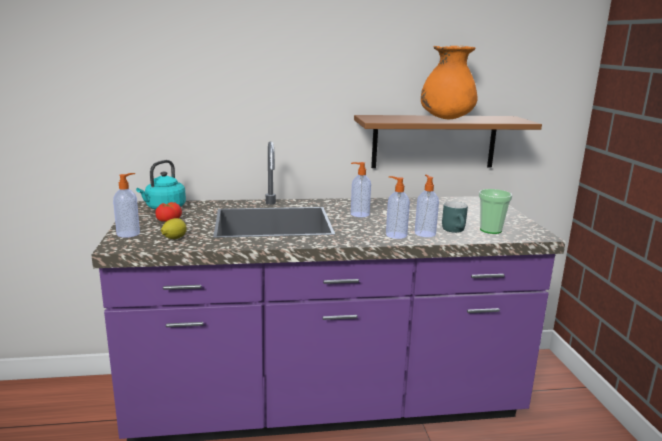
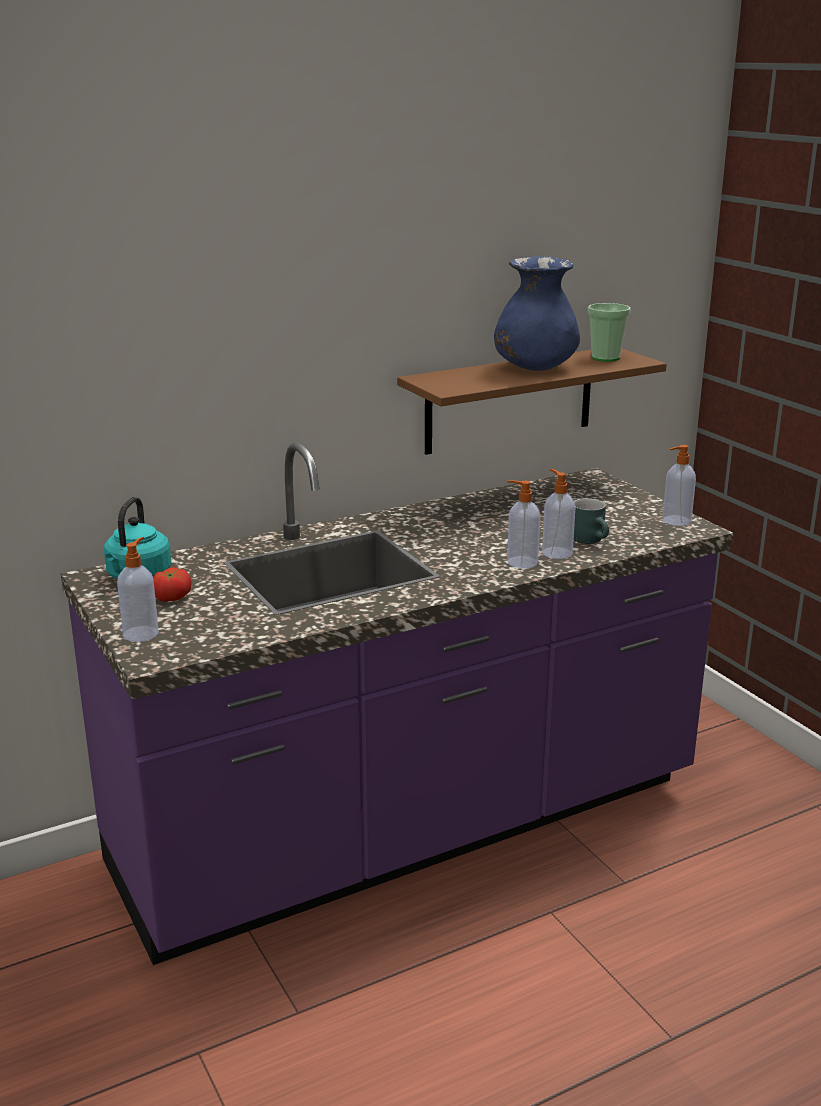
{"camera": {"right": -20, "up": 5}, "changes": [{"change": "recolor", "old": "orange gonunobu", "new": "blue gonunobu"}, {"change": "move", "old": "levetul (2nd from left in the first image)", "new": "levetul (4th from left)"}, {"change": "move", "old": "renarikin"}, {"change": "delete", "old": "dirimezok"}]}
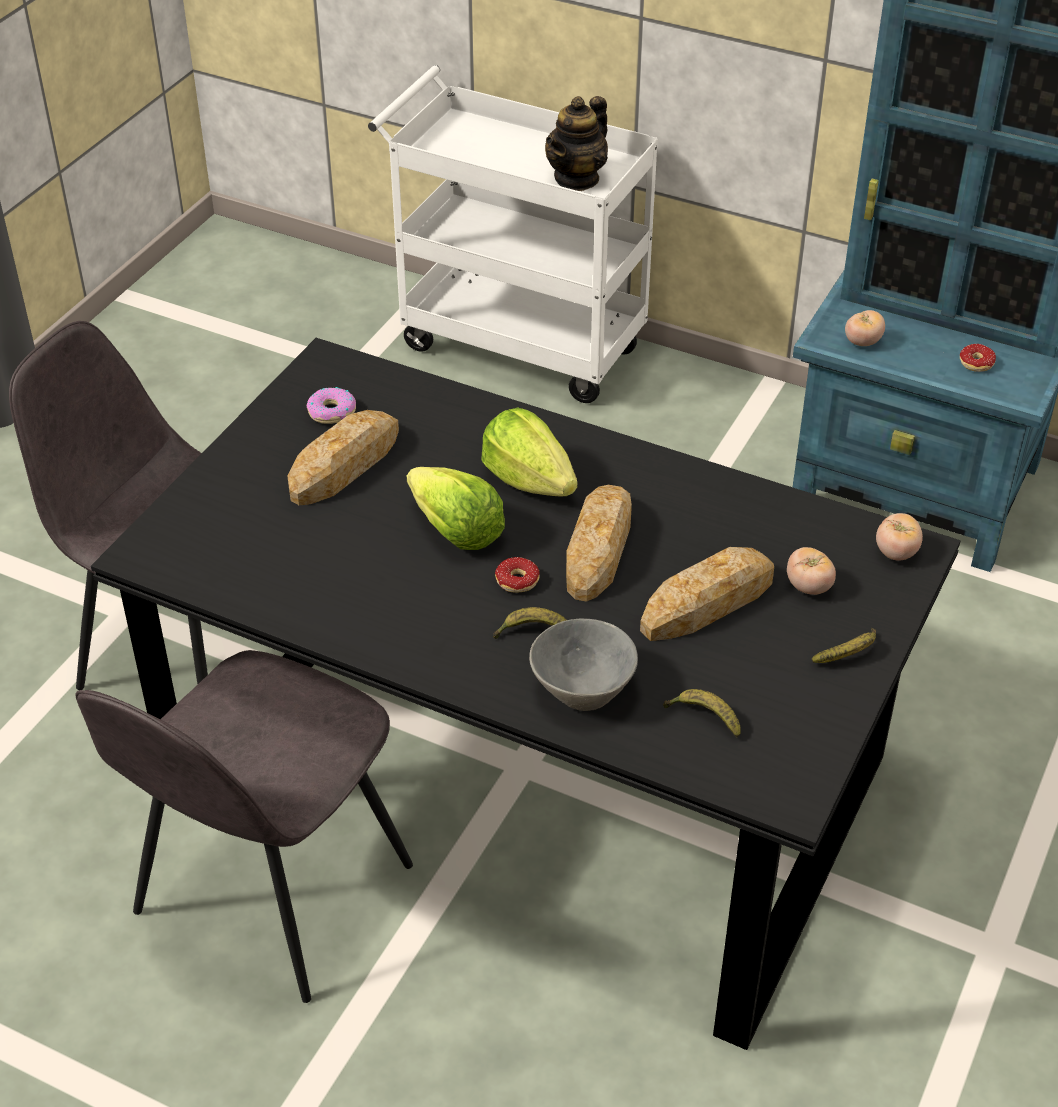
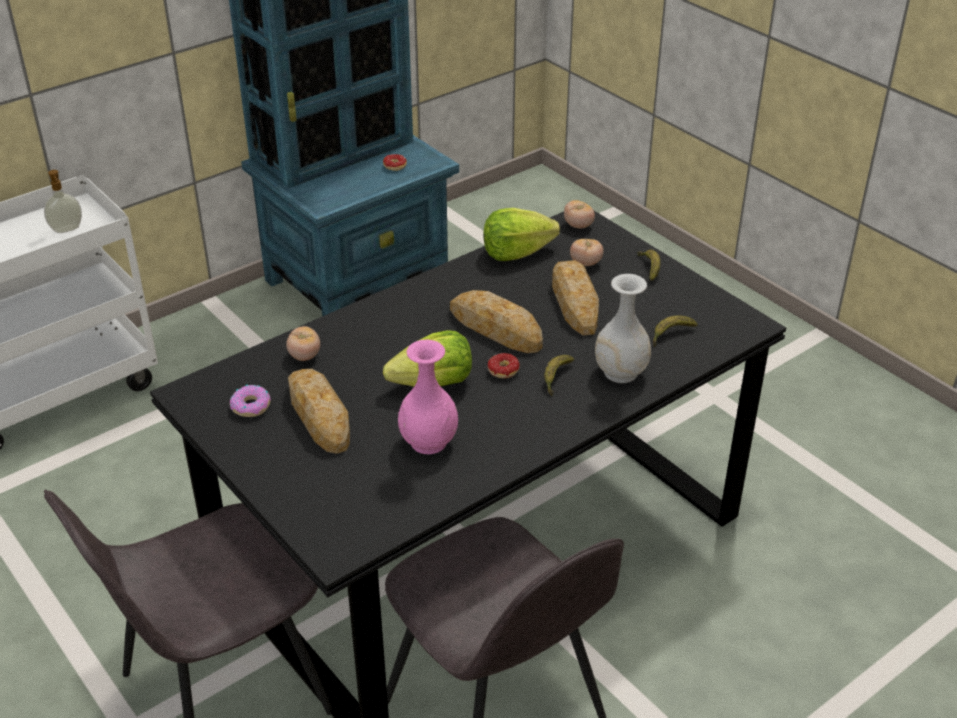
{"camera": {"right": -65, "up": -5}, "changes": [{"change": "replace", "old": "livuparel", "new": "levetul"}, {"change": "move", "old": "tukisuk (2nd from left in the first image)", "new": "tukisuk (1st from left)"}, {"change": "move", "old": "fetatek (2nd from left)"}, {"change": "replace", "old": "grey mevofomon", "new": "white gonunobu"}, {"change": "insert", "new": "pink gonunobu"}]}
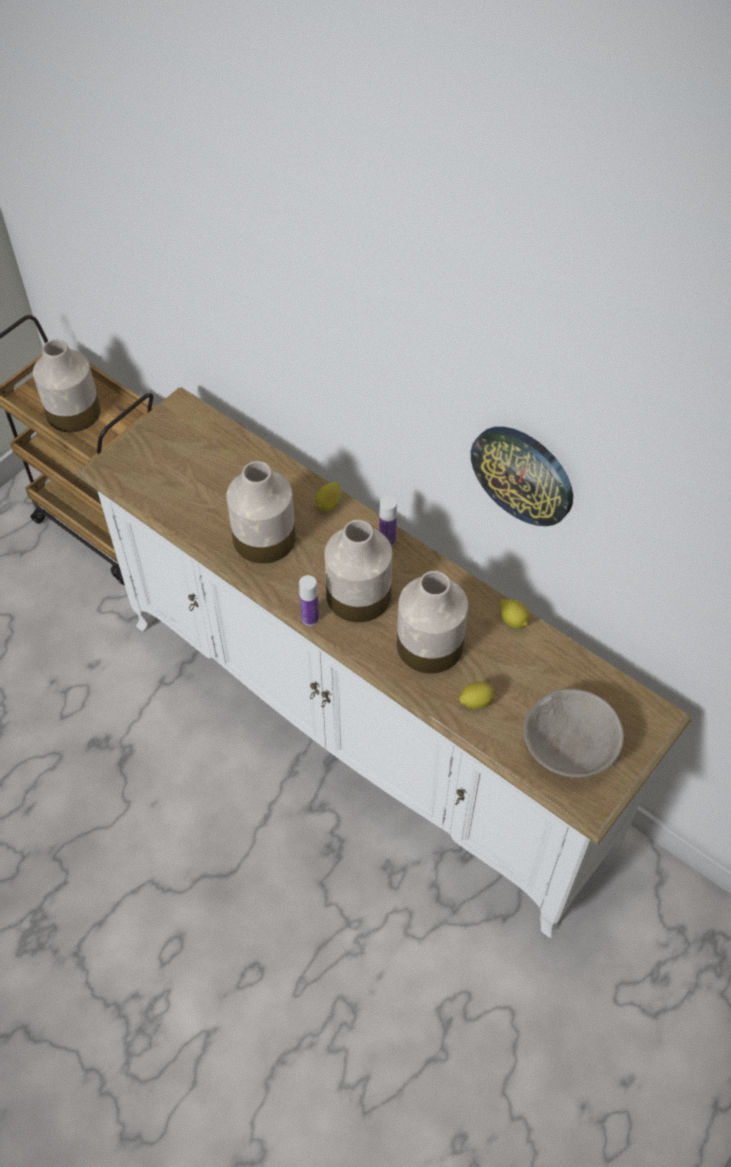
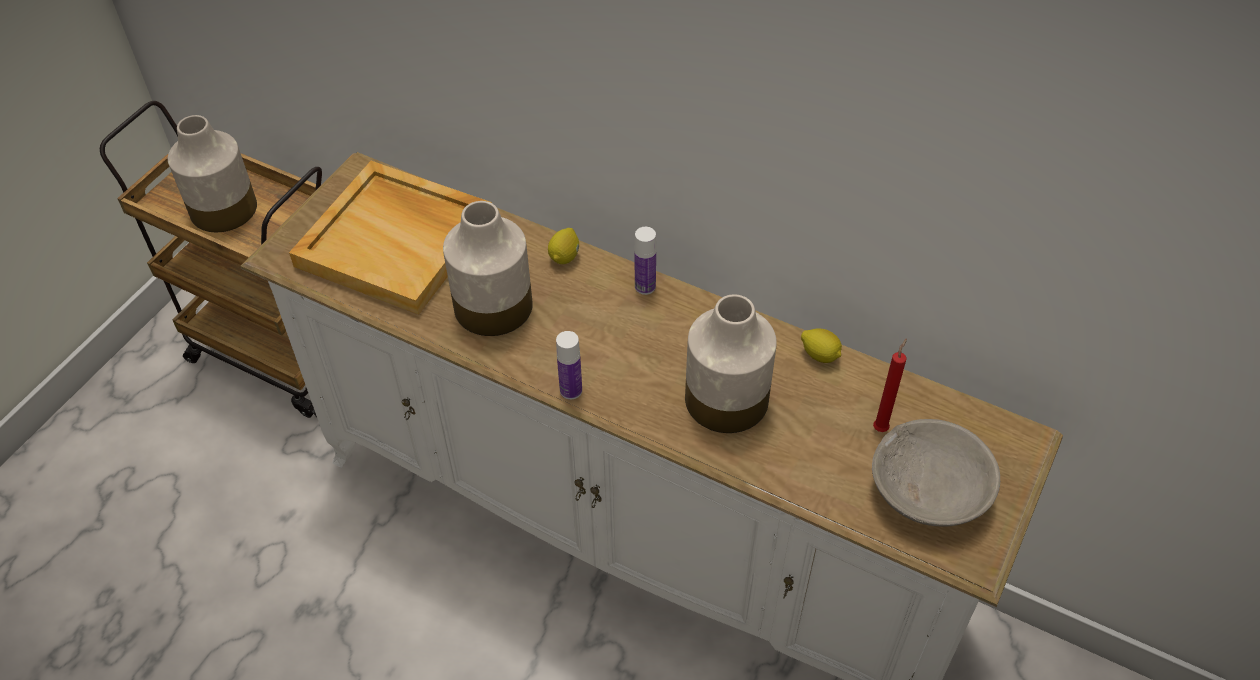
{"camera": {"right": -10, "up": -5}, "changes": [{"change": "delete", "old": "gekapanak"}, {"change": "delete", "old": "beige gonunobu (3rd from left)"}, {"change": "delete", "old": "dirimezok (2nd from left)"}, {"change": "insert", "new": "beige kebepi"}, {"change": "insert", "new": "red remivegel"}]}
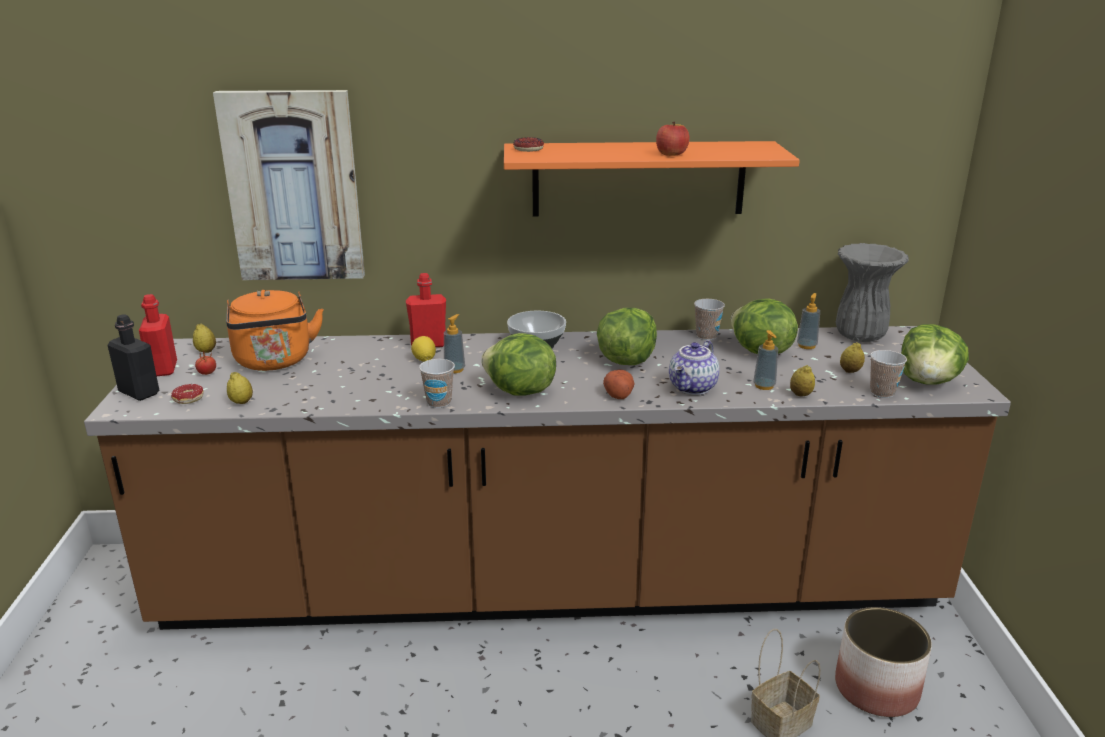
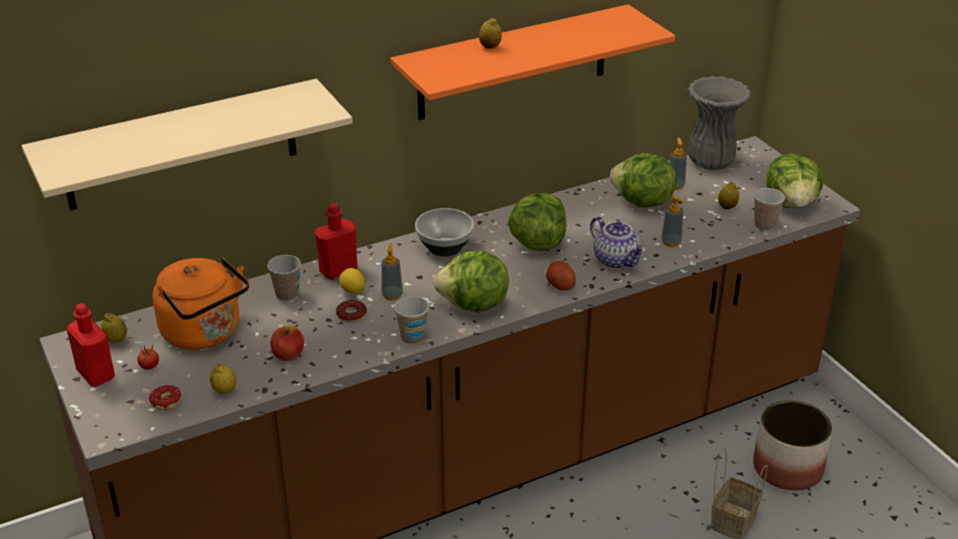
{"camera": {"right": -25, "up": 10}, "changes": [{"change": "replace", "old": "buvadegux", "new": "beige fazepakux"}, {"change": "move", "old": "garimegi"}, {"change": "move", "old": "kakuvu (2nd from left)"}, {"change": "move", "old": "renarikin (2nd from left in the first image)", "new": "renarikin (1st from left)"}, {"change": "delete", "old": "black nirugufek"}, {"change": "rotate", "old": "livuparel", "degrees": -45}, {"change": "move", "old": "dirimezok (4th from left)"}]}
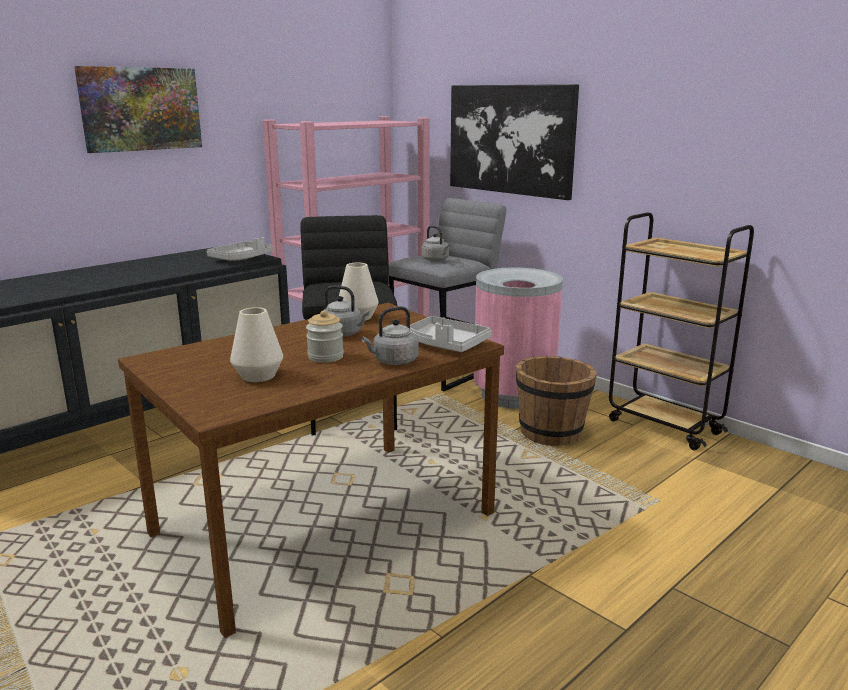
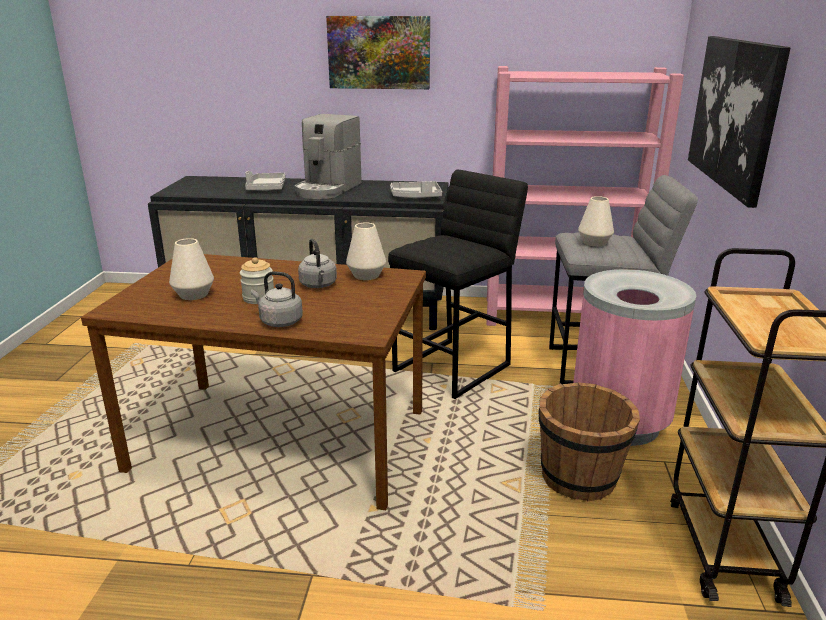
{"camera": {"right": 50, "up": 5}, "changes": [{"change": "replace", "old": "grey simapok (3rd from left)", "new": "white gonunobu (3rd from left)"}, {"change": "move", "old": "grey kebepi (2nd from left in the first image)", "new": "grey kebepi (1st from left)"}, {"change": "insert", "new": "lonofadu"}]}
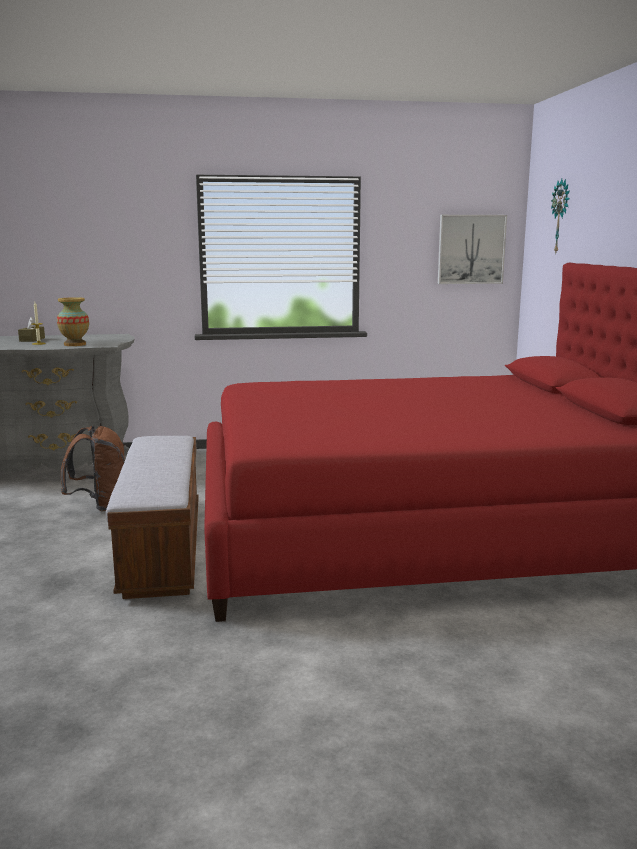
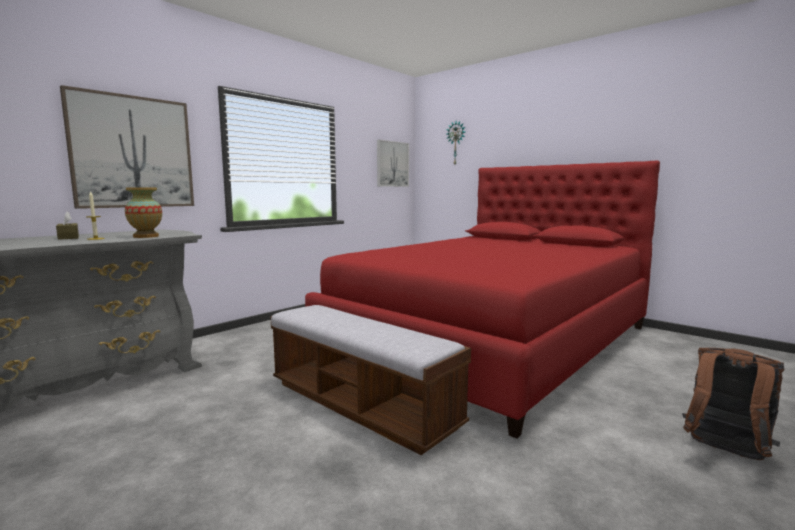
{"camera": {"right": -40, "up": -5}, "changes": [{"change": "move", "old": "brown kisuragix"}, {"change": "insert", "new": "buvadegux (1st from left)"}]}
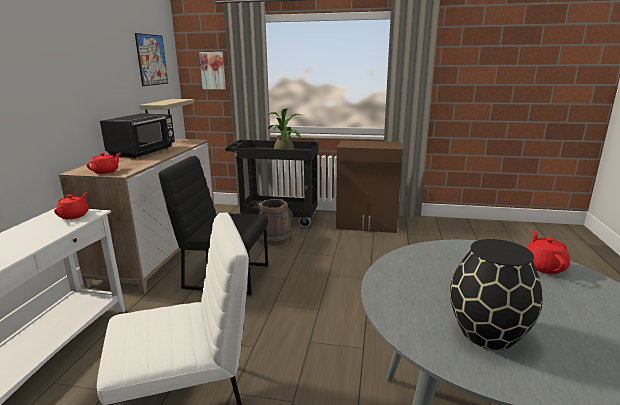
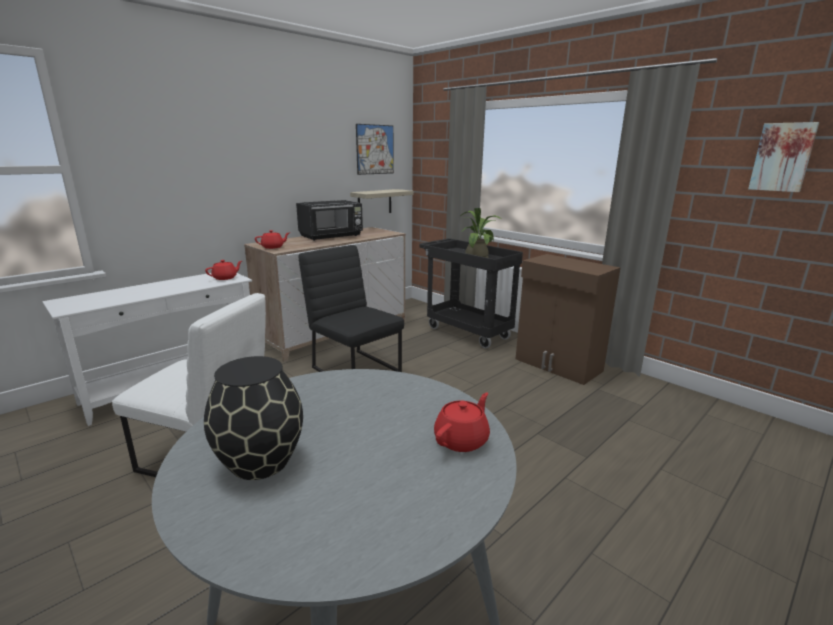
{"camera": {"right": 35, "up": 0}, "changes": [{"change": "move", "old": "buvadegux (2nd from left)"}, {"change": "delete", "old": "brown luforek"}]}
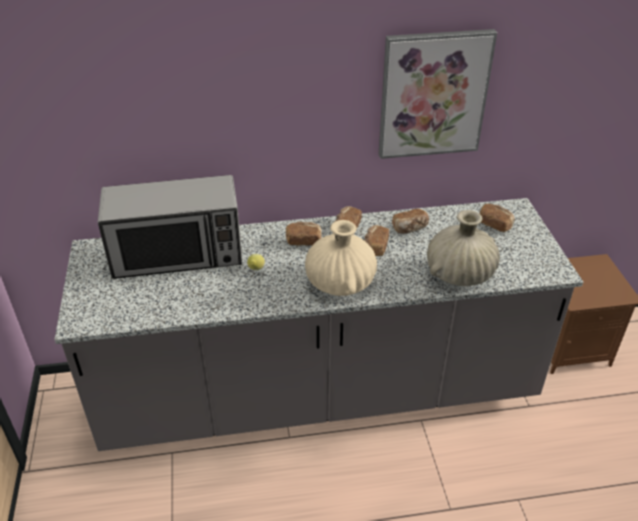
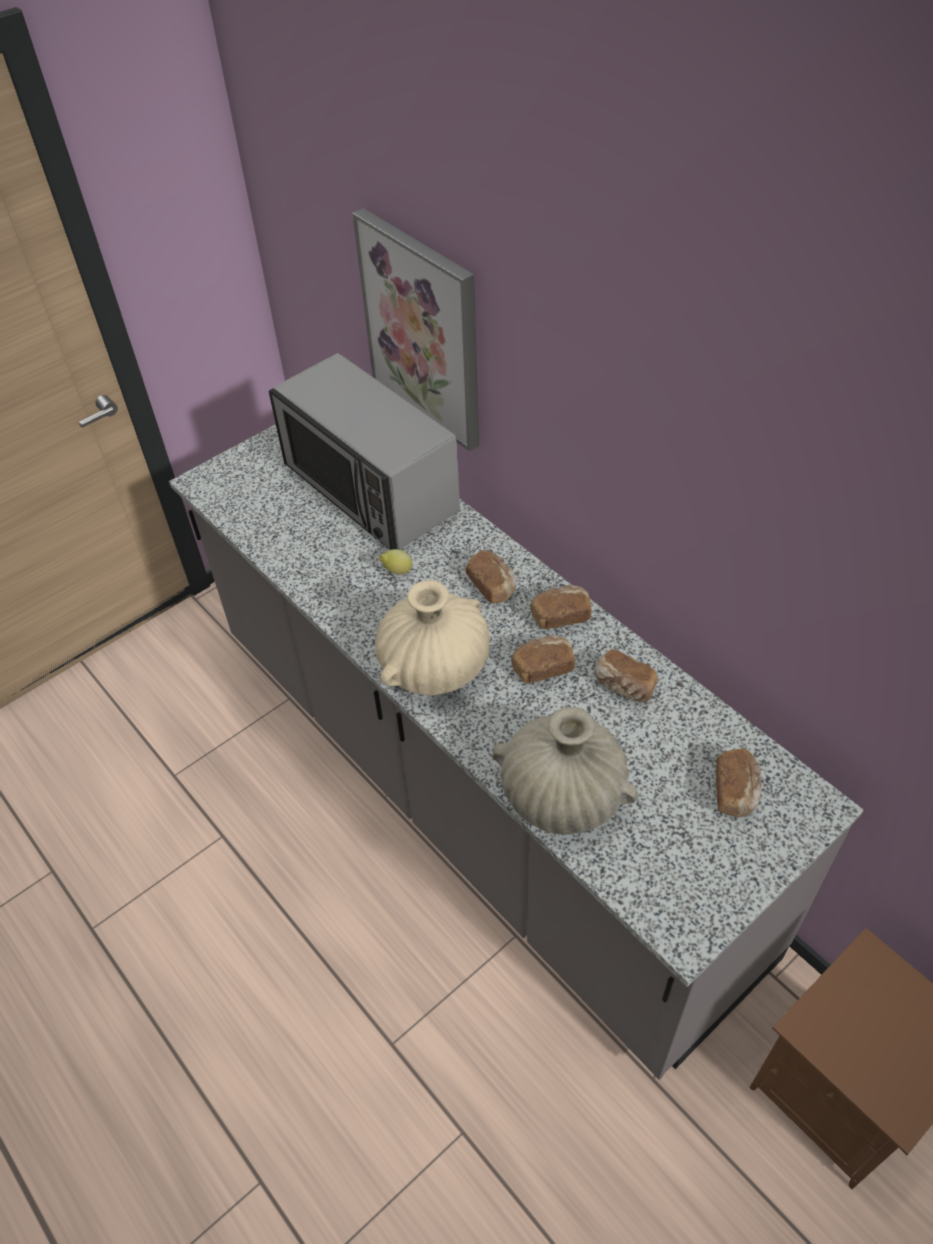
{"camera": {"right": 60, "up": 10}, "changes": [{"change": "move", "old": "buvadegux"}]}
